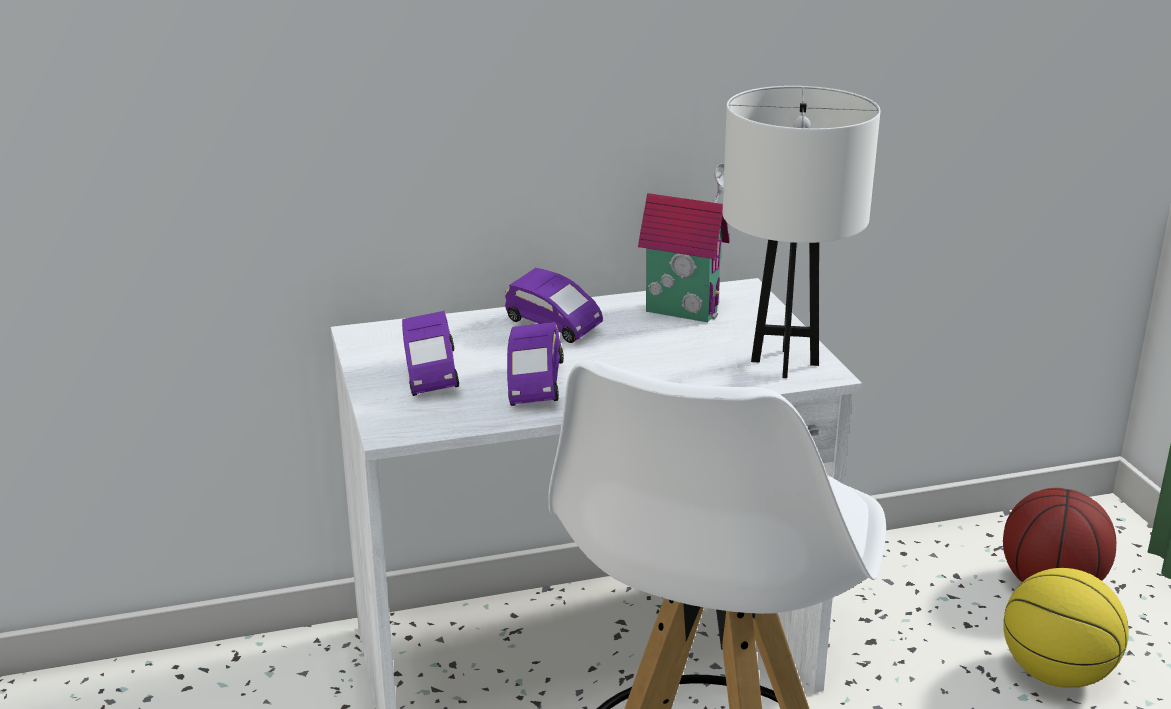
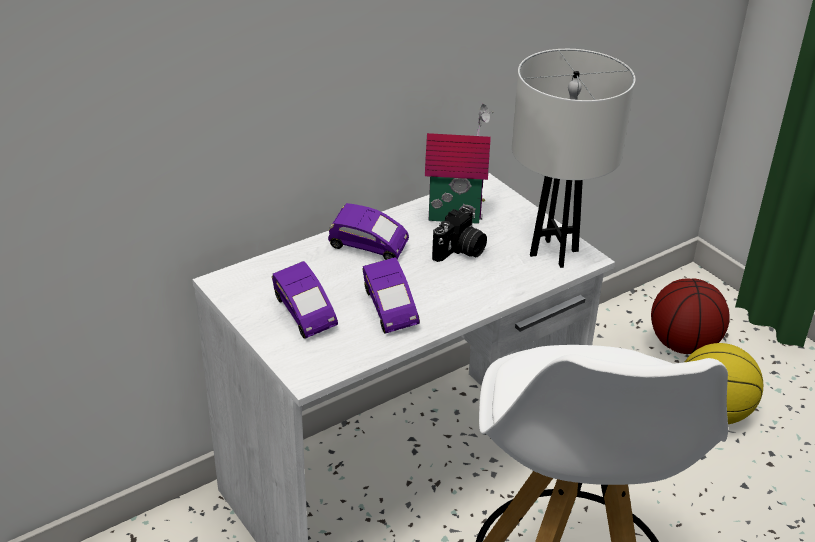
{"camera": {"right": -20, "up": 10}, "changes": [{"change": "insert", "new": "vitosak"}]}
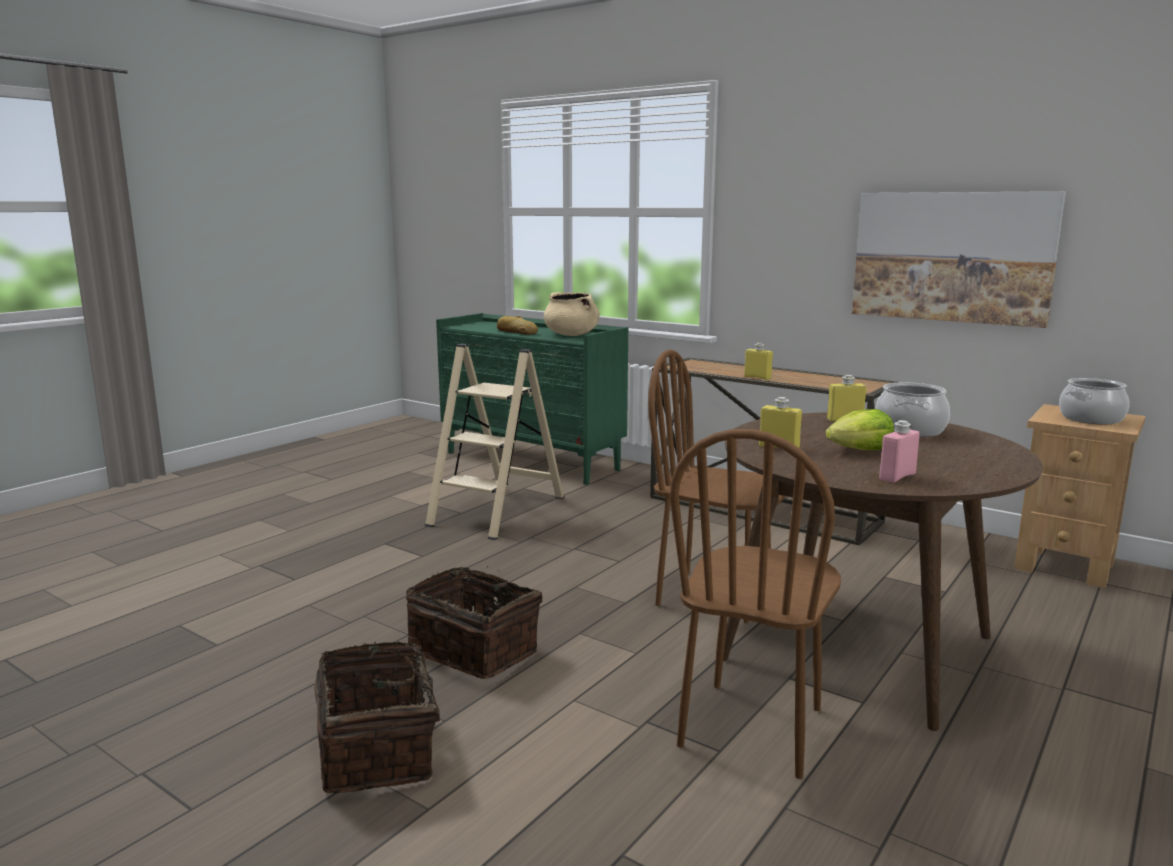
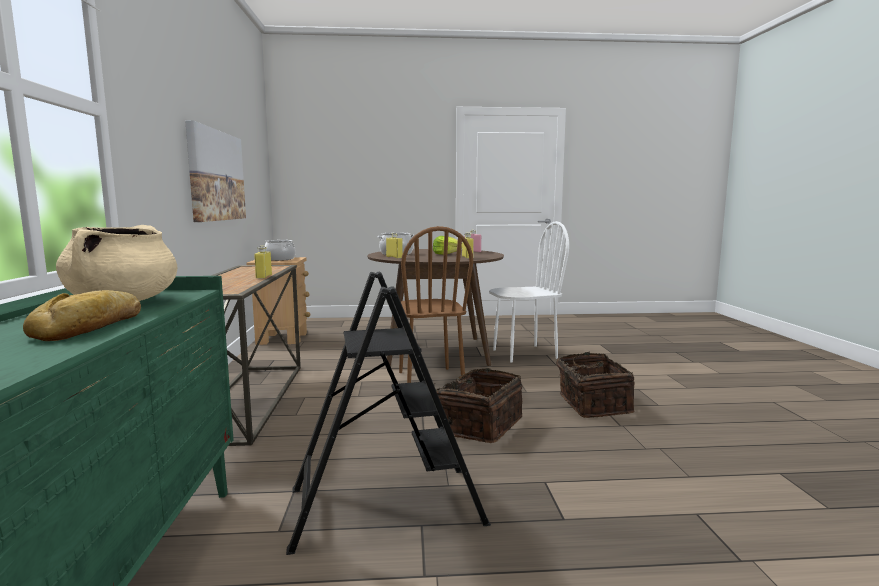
{"camera": {"right": -130, "up": -5}, "changes": [{"change": "recolor", "old": "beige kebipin", "new": "black kebipin"}, {"change": "recolor", "old": "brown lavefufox (2nd from left)", "new": "white lavefufox"}, {"change": "move", "old": "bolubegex (1st from left)"}]}
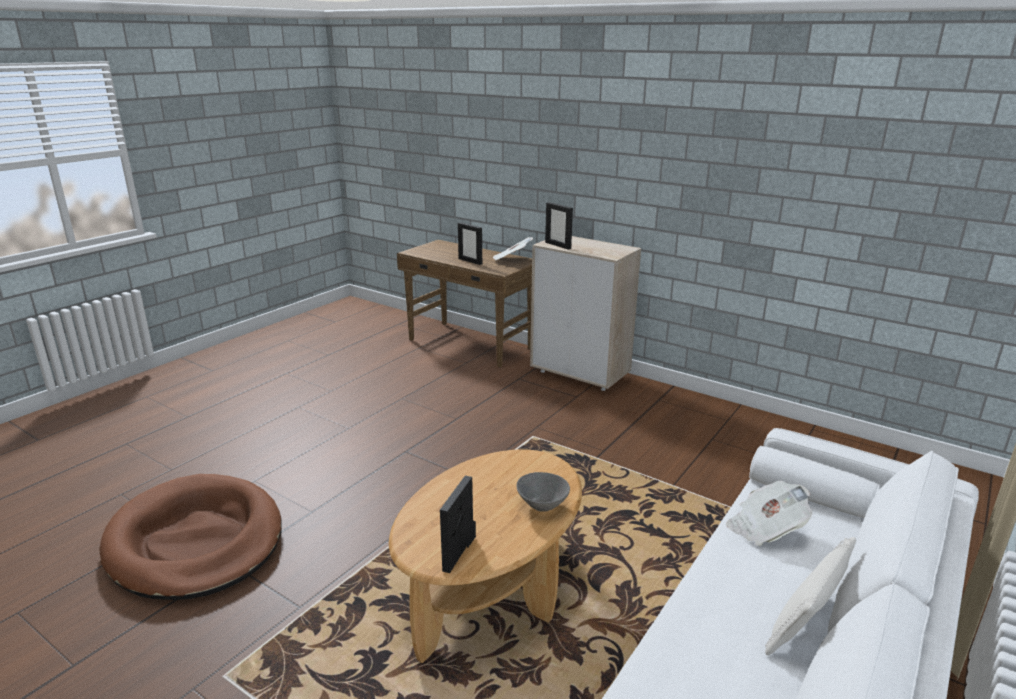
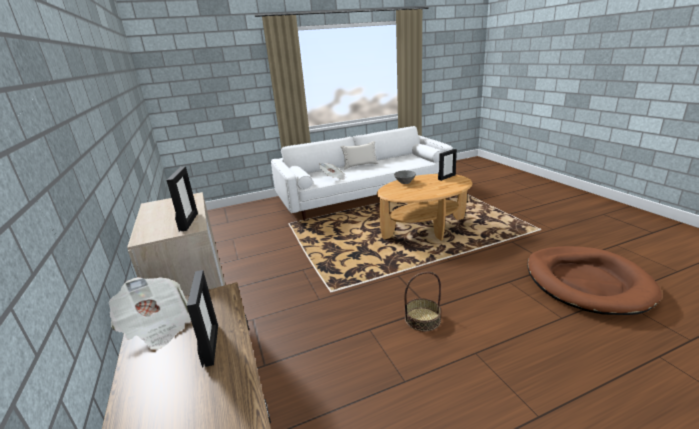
{"camera": {"right": -145, "up": 0}, "changes": [{"change": "insert", "new": "bolubegex"}]}
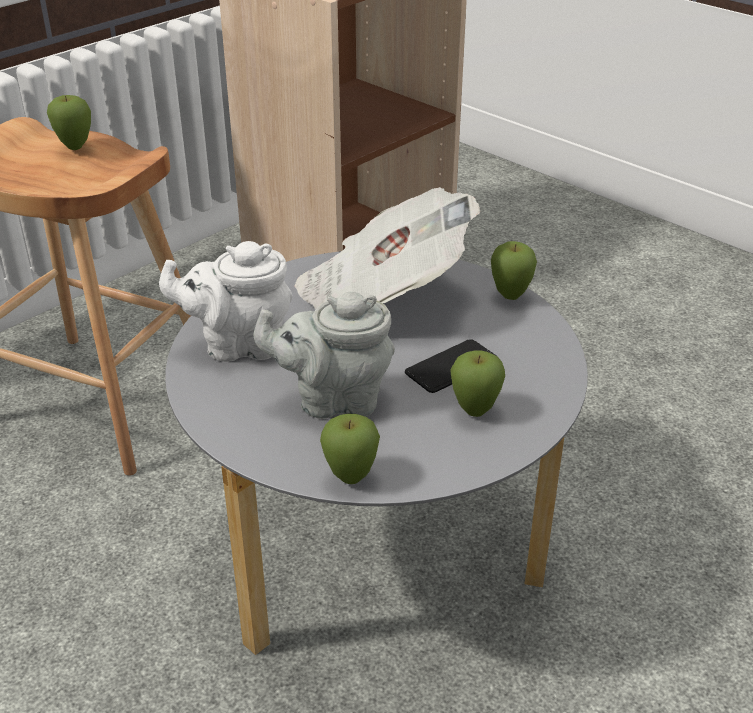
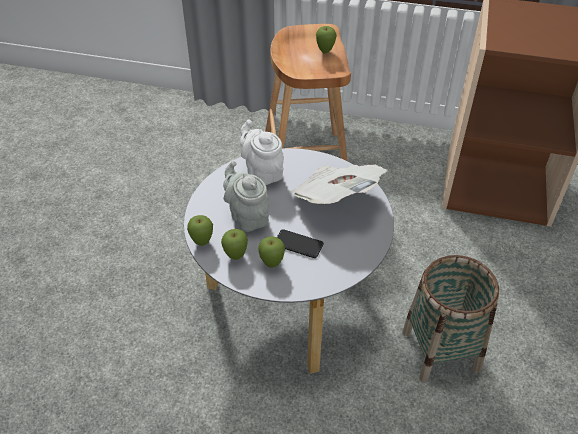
{"camera": {"right": 60, "up": 10}, "changes": [{"change": "move", "old": "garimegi (4th from left in the first image)", "new": "garimegi (2nd from left)"}, {"change": "insert", "new": "bolubegex"}]}
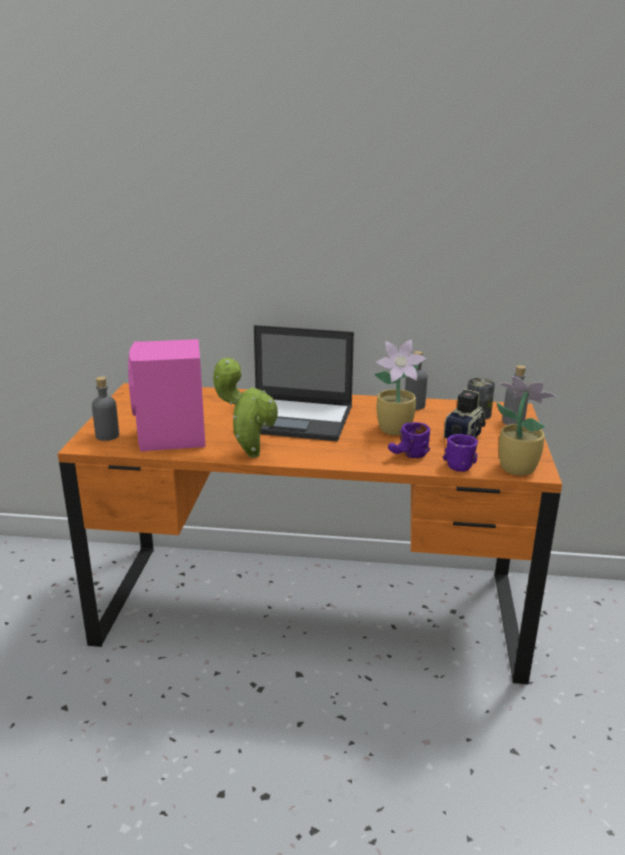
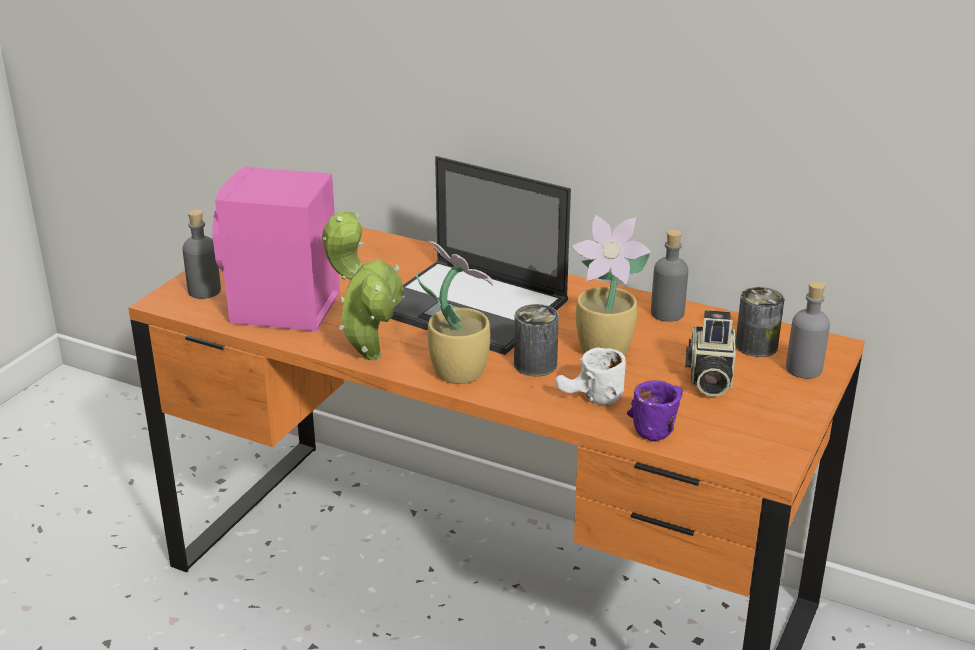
{"camera": {"right": 20, "up": 5}, "changes": [{"change": "move", "old": "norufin (3rd from left in the first image)", "new": "norufin (2nd from left)"}, {"change": "rotate", "old": "vitosak", "degrees": 135}, {"change": "recolor", "old": "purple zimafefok (1st from left)", "new": "white zimafefok"}, {"change": "insert", "new": "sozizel (1st from left)"}]}
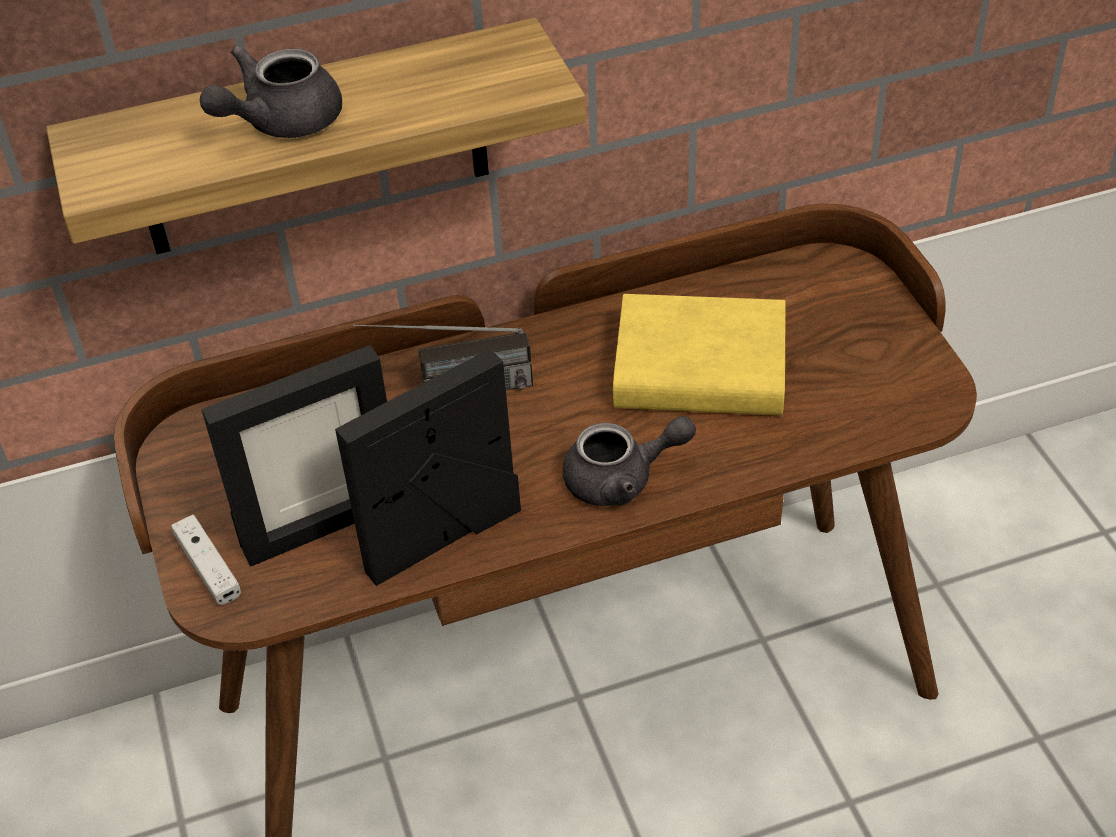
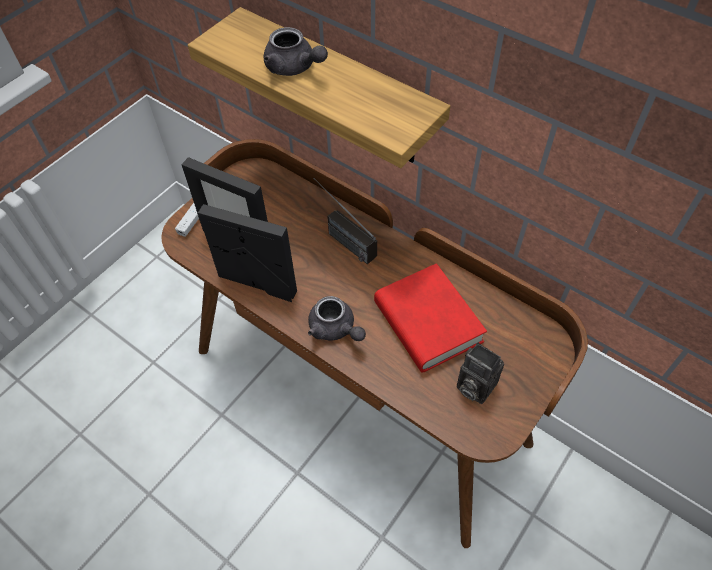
{"camera": {"right": 55, "up": 10}, "changes": [{"change": "rotate", "old": "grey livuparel (1st from left)", "degrees": -150}, {"change": "recolor", "old": "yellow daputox", "new": "red daputox"}, {"change": "insert", "new": "vitosak"}]}
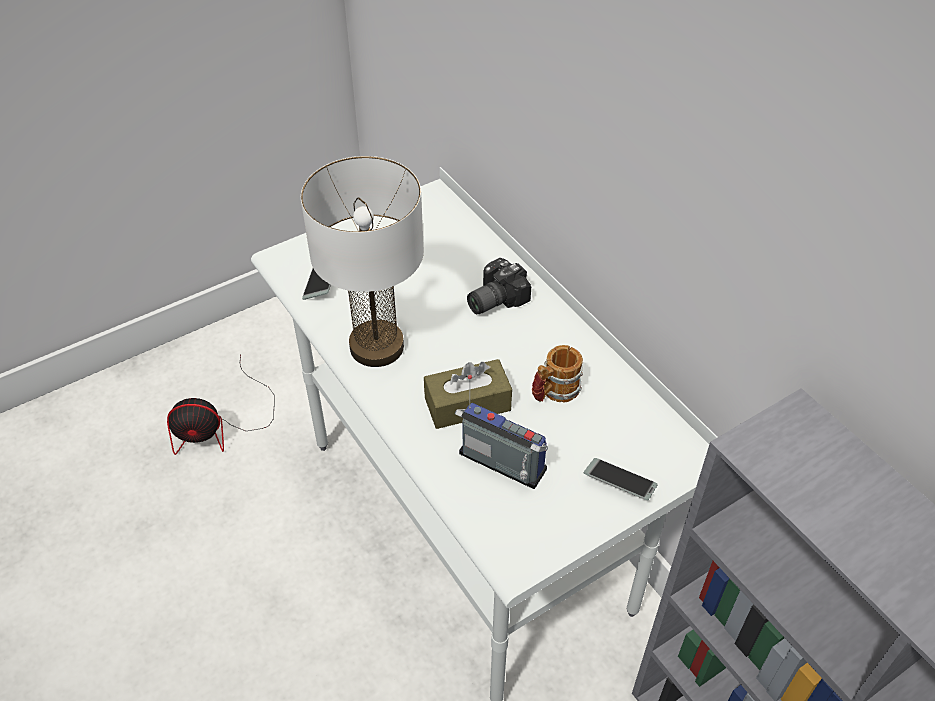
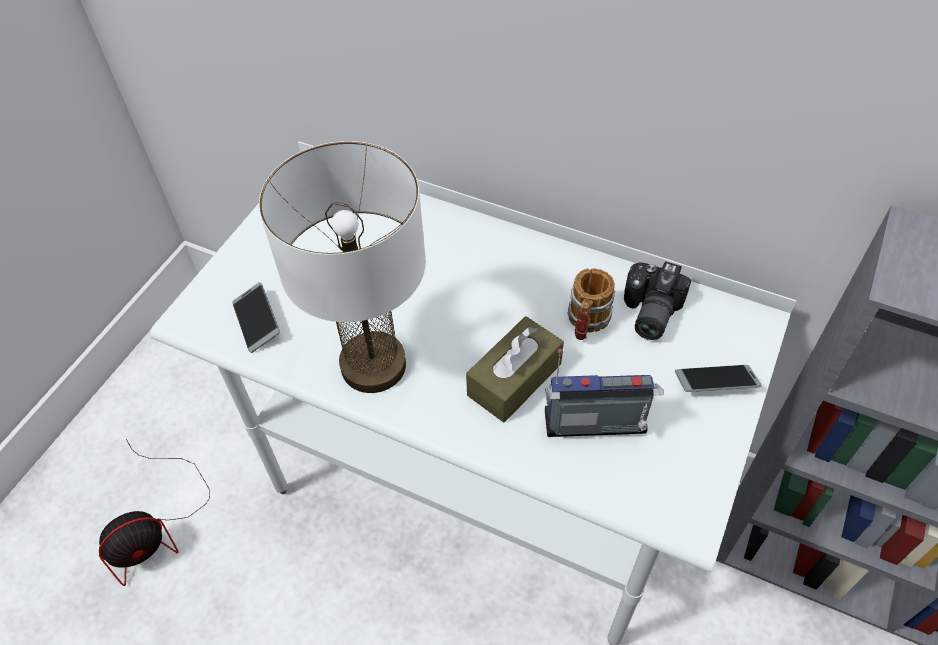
{"camera": {"right": -30, "up": 5}, "changes": [{"change": "move", "old": "vitosak"}]}
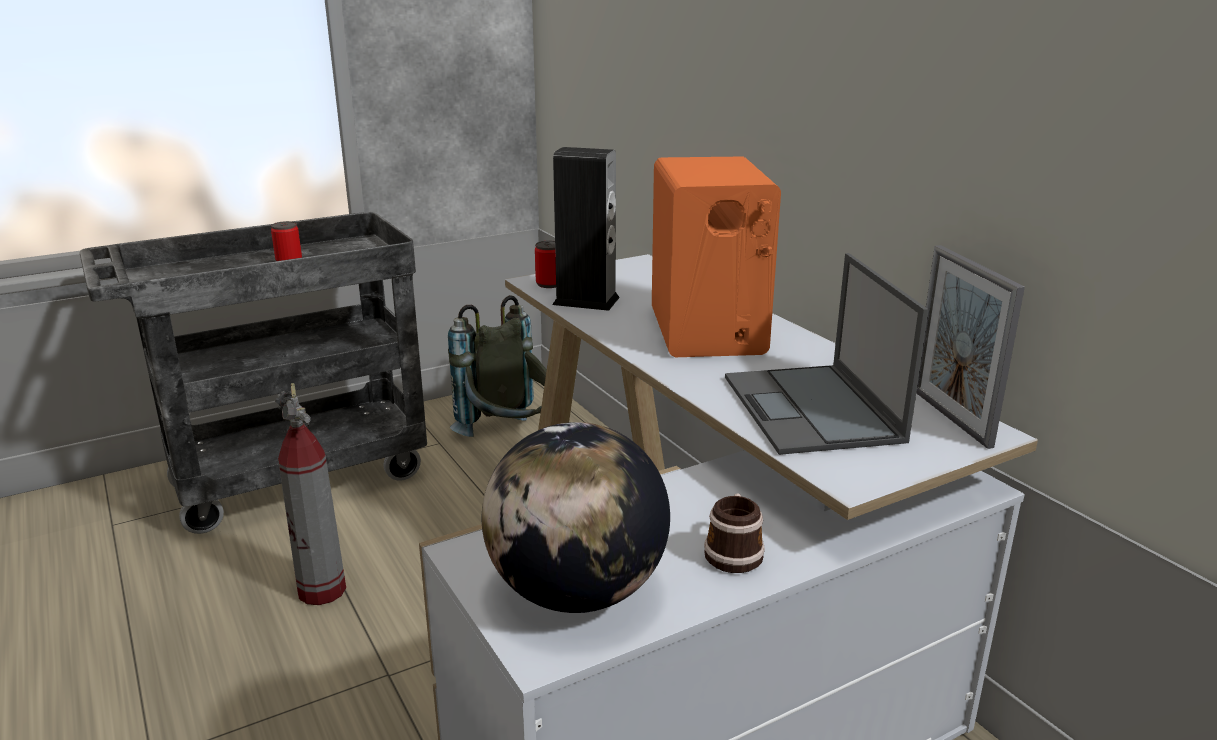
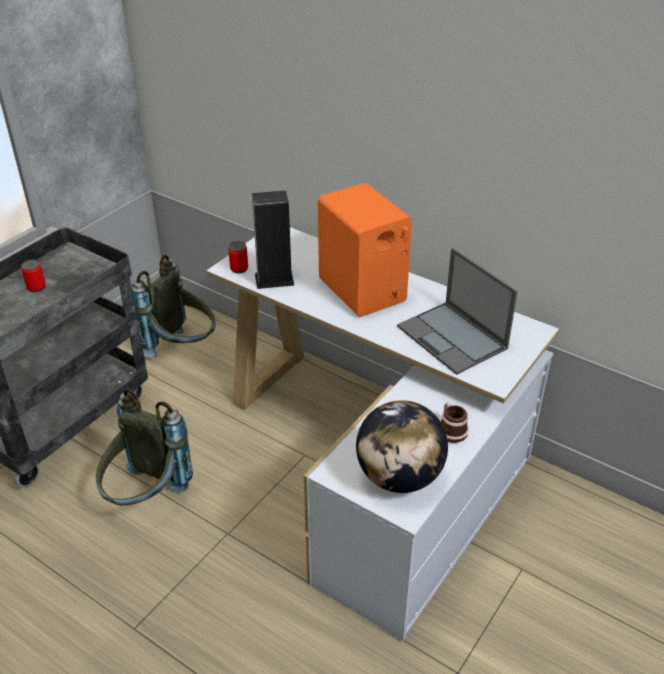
{"camera": {"right": -25, "up": 15}, "changes": [{"change": "delete", "old": "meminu"}, {"change": "replace", "old": "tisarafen", "new": "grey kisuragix (1st from left)"}]}
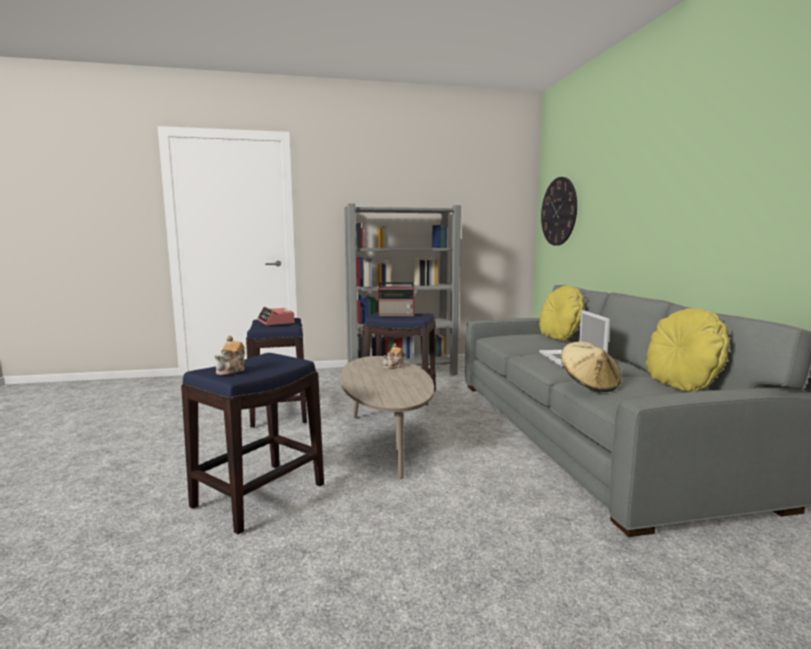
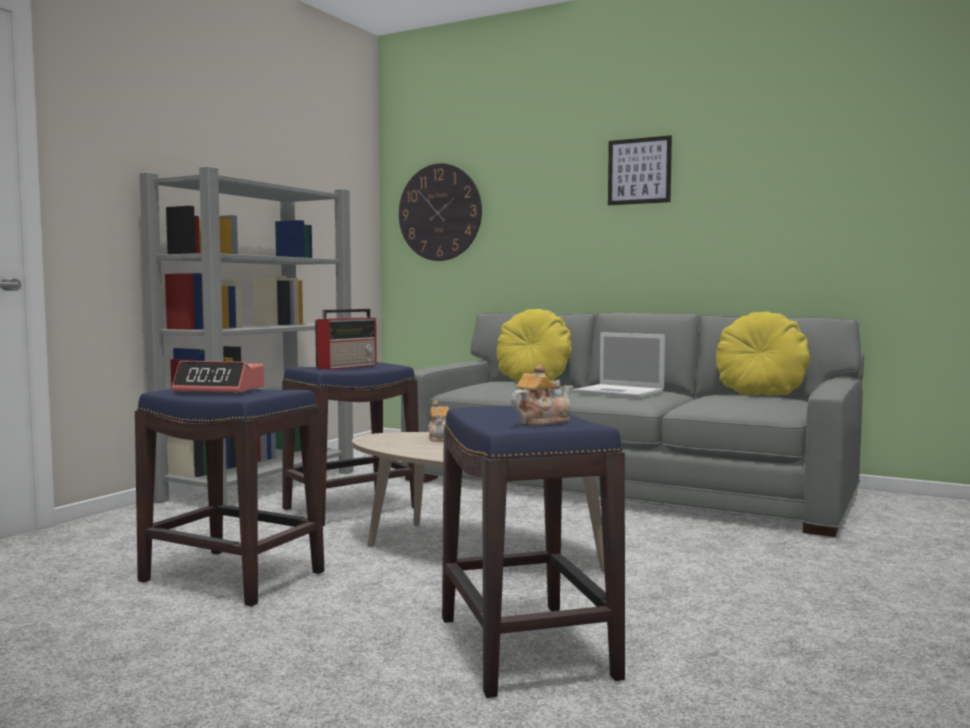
{"camera": {"right": -50, "up": -5}, "changes": [{"change": "rotate", "old": "livuparel (1st from left in the first image)", "degrees": -90}, {"change": "delete", "old": "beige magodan"}, {"change": "insert", "new": "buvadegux"}]}
